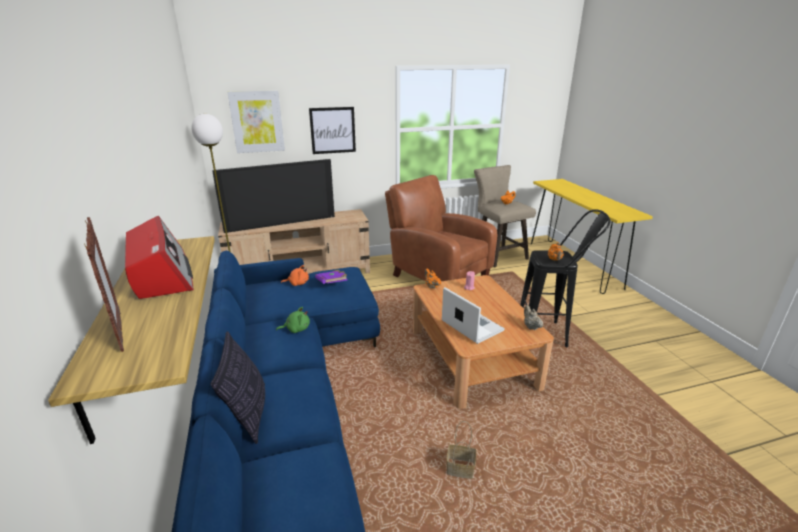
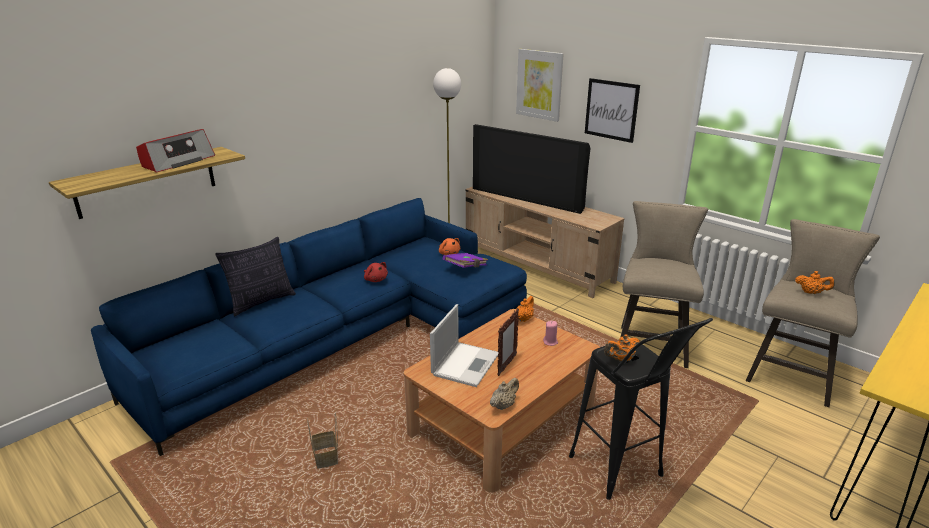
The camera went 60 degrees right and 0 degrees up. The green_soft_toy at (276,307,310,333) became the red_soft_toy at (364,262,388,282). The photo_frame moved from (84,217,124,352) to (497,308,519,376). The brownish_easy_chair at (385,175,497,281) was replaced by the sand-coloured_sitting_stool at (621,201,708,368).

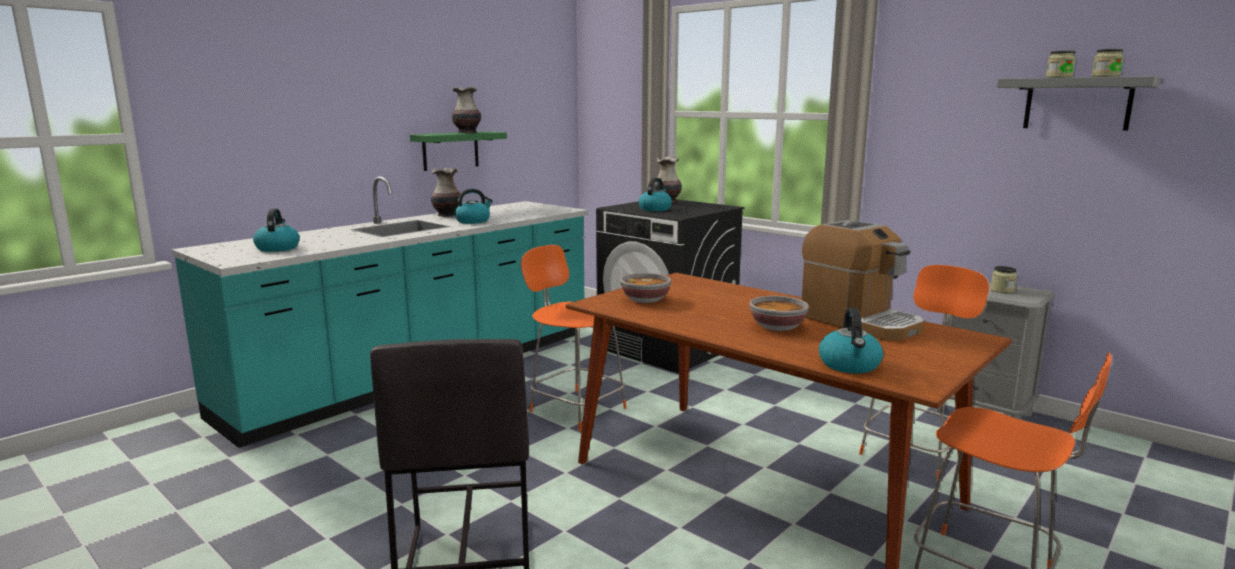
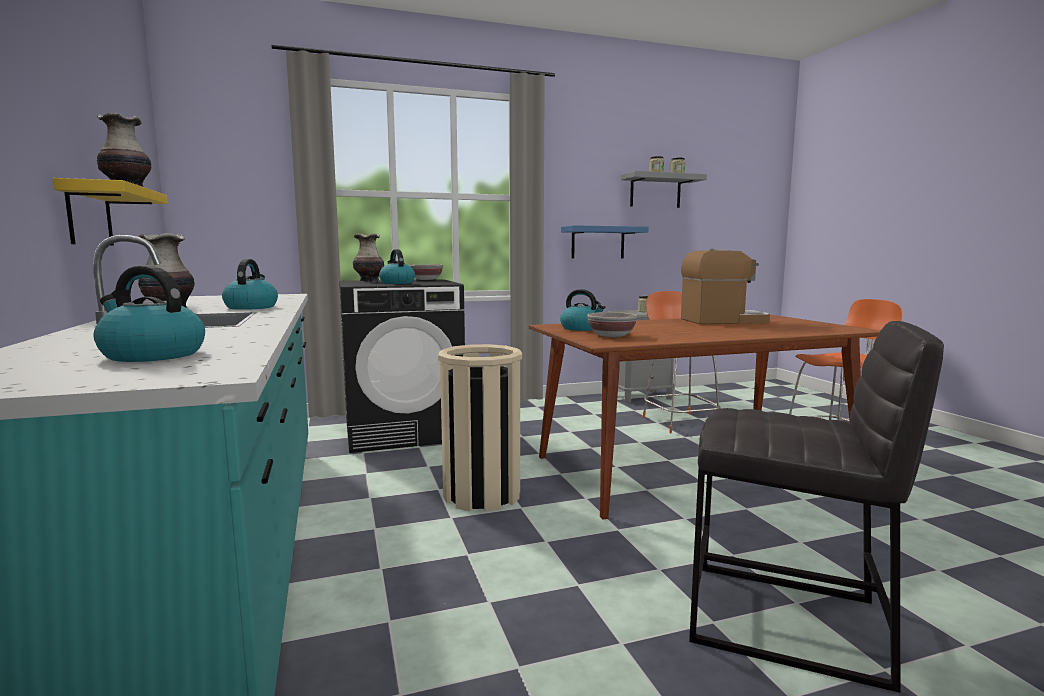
The camera went 60 degrees left and 5 degrees down. The green_shelf at (410,131,507,171) became the yellowish_shelf at (53,178,168,245). The bowl moved from (750,296,809,331) to (409,264,443,280). The orange_plain_chair at (521,245,626,431) was replaced by the sand-coloured_trash_can at (438,344,522,512). The water_kettle moved from (819,308,883,374) to (560,289,605,331). The blue_shelf at (561,225,649,259) appeared.

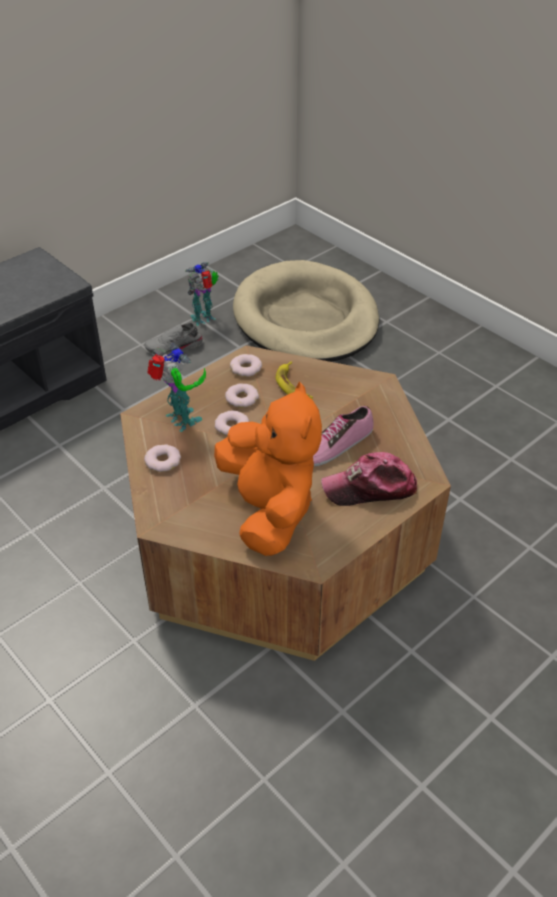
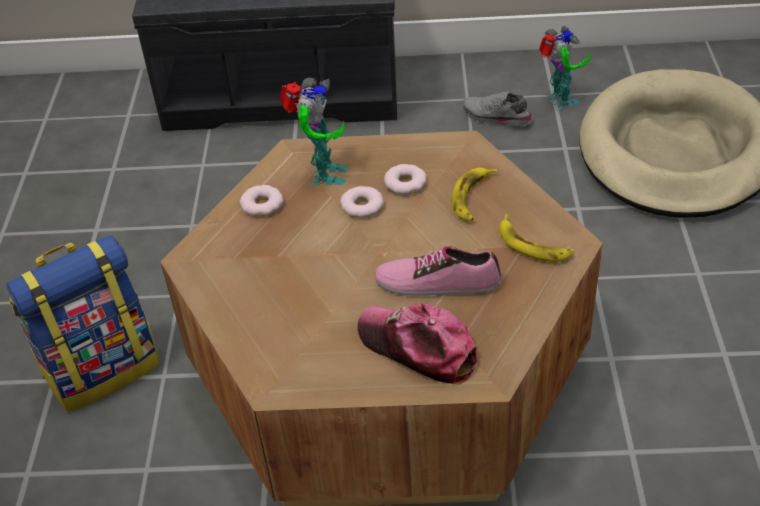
The camera went 45 degrees right and 0 degrees up. The rucksack at (6,235,160,412) appeared. The whole_banana at (499,214,575,262) appeared. The robot_figure at (185,262,219,326) turned 60 degrees clockwise. The orange_soft_toy at (214,382,322,556) disappeared. The doughnut at (230,354,262,377) disappeared.

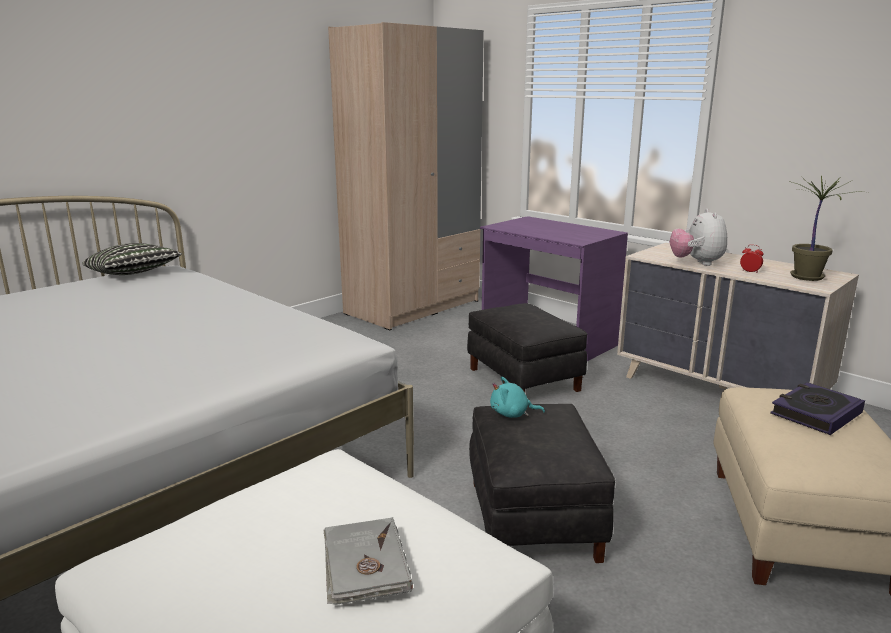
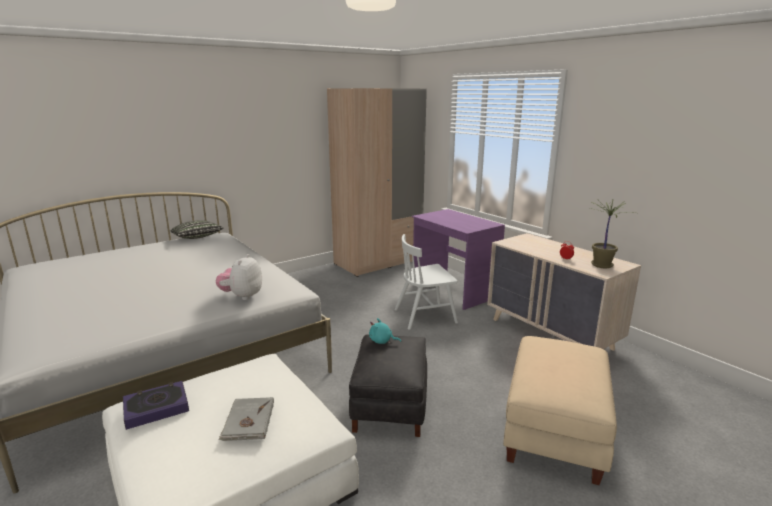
The camera went 10 degrees right and 0 degrees up. The book moved from (770,382,865,435) to (123,381,189,430). The soft_toy moved from (669,209,727,266) to (216,254,262,300). The black_ottoman at (467,303,587,392) was replaced by the white-coloured_plain_chair at (394,234,458,330).

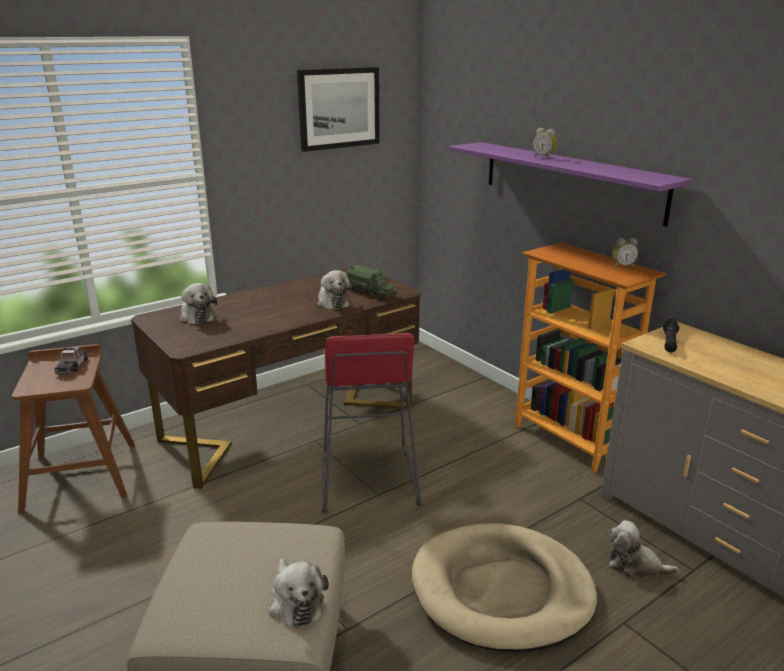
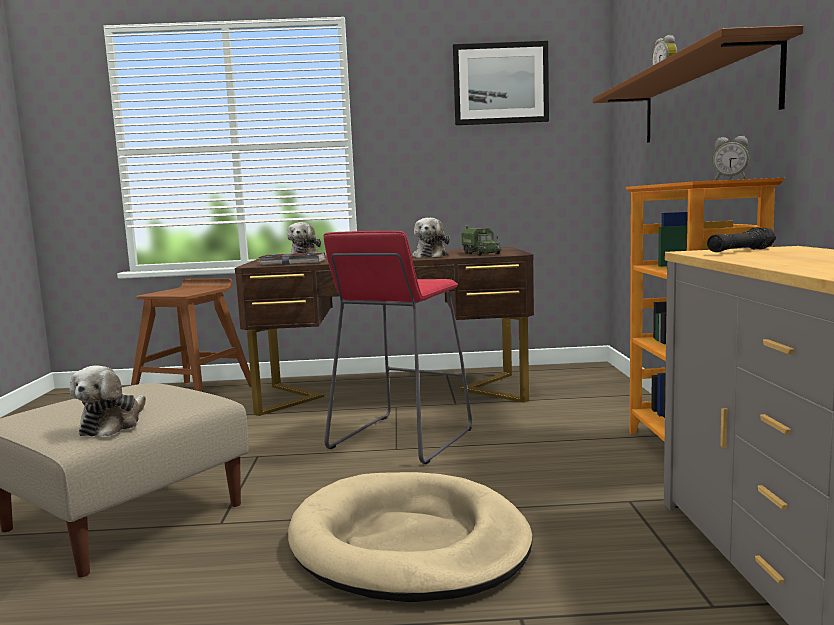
The camera went 35 degrees right and 15 degrees down. The book at (259,252,325,265) appeared. The purple-coloured_shelf at (449,142,693,227) became the brownish_shelf at (593,25,803,143). The toy_car at (55,347,88,374) disappeared. The soft_toy at (609,520,679,578) disappeared.

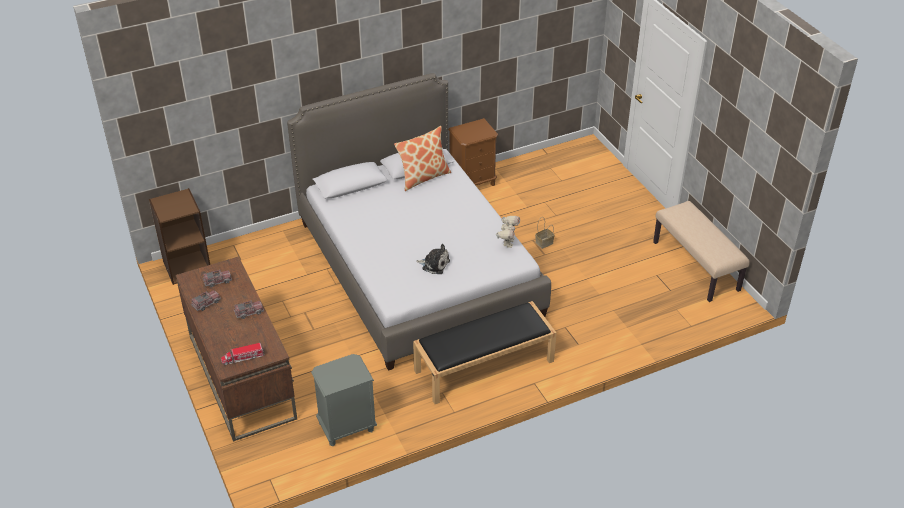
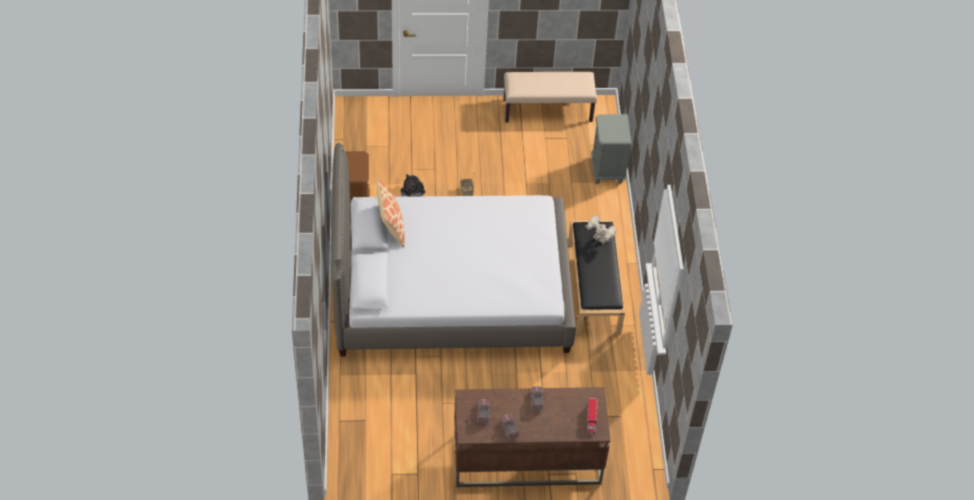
The camera went 70 degrees left and 10 degrees up. The soft_toy moved from (417,244,450,274) to (400,174,426,197). The robot_figure moved from (496,216,520,248) to (585,215,617,244). The greyish_bedside_table moved from (311,354,377,446) to (591,114,631,185). The brownish_bookcase at (149,188,210,285) disappeared.

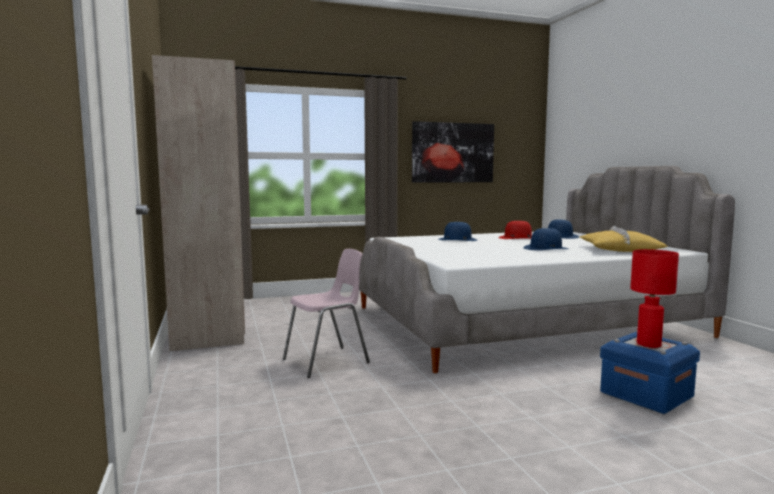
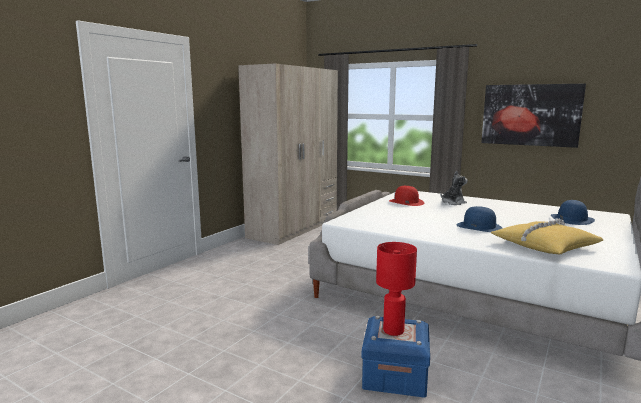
The camera went 50 degrees right and 5 degrees up. The red_wearable_hat moved from (499,221,532,239) to (389,186,424,206). The blue_wearable_hat at (438,222,477,241) was replaced by the soft_toy at (440,170,468,205). The pink_plain_chair at (283,249,370,378) disappeared.

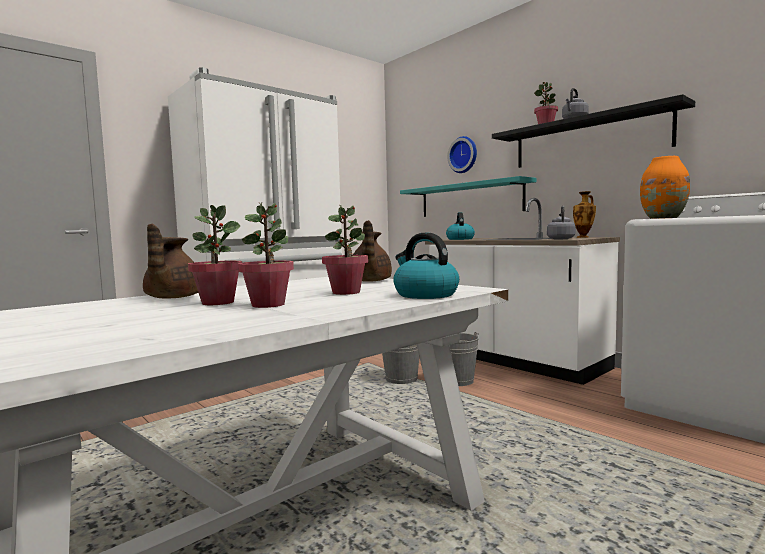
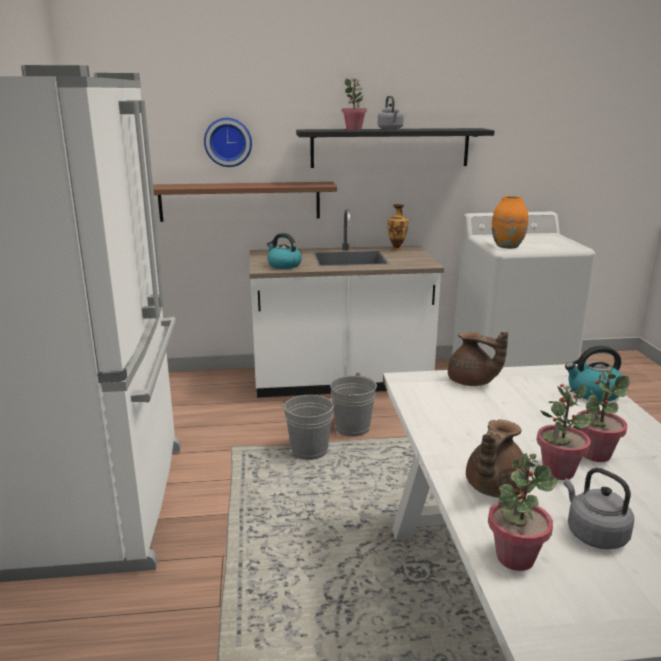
The camera went 55 degrees left and 15 degrees up. The turquoise-coloured_shelf at (400,176,536,217) became the brownish_shelf at (153,182,337,222). The brownish_tea_pot at (143,224,198,298) turned 90 degrees clockwise. The potted_plant moved from (322,205,368,295) to (488,453,558,571). The greyish_water_kettle moved from (547,206,576,239) to (564,468,634,549).

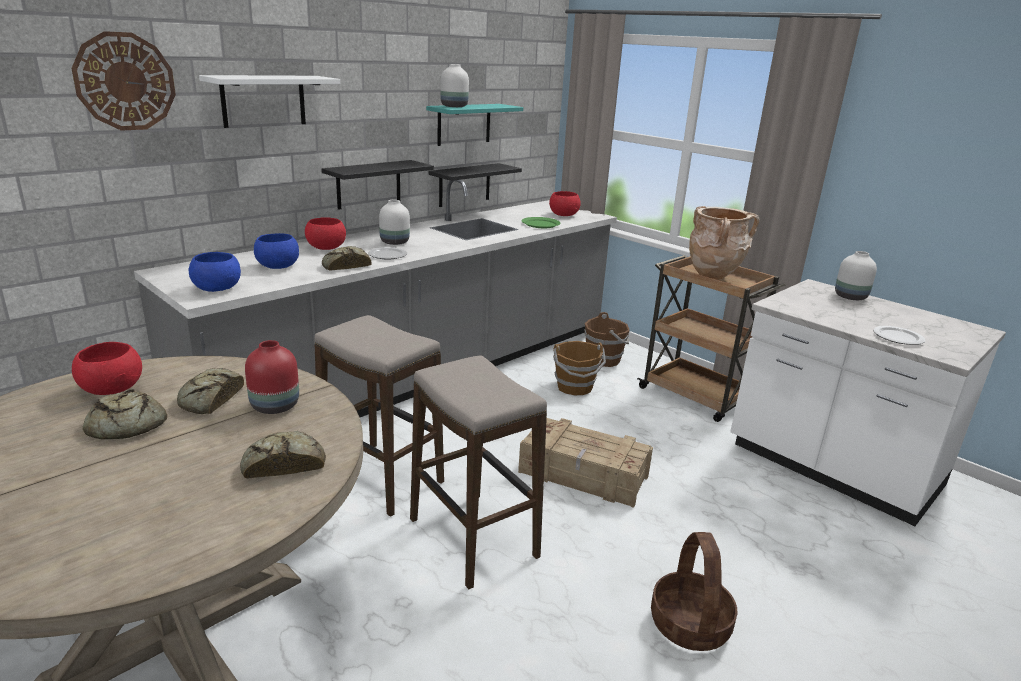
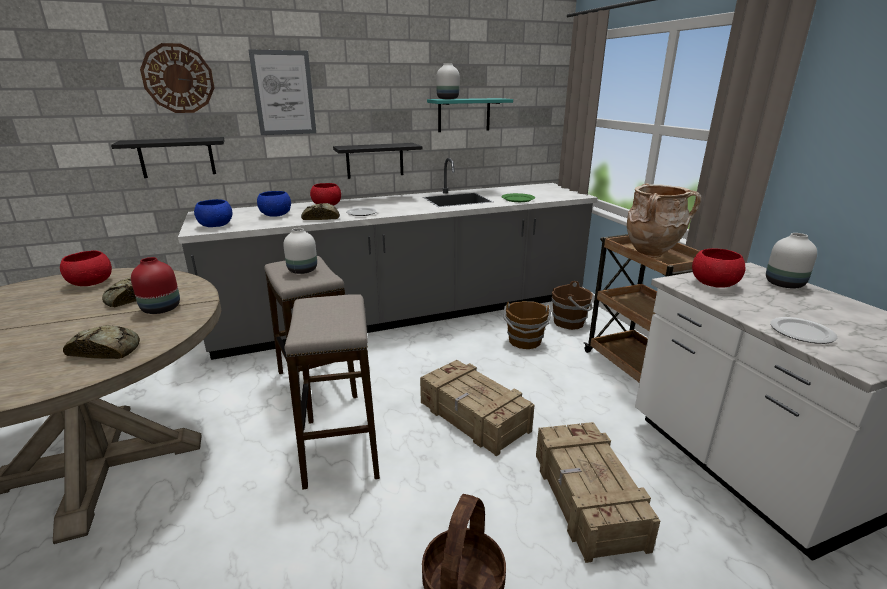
The camera went 25 degrees right and 0 degrees up. The black_shelf moved from (428,163,522,207) to (111,137,225,178). The white-coloured_shelf at (199,75,340,128) was replaced by the wall_picture at (248,49,316,135). The white-coloured_vase moved from (379,200,410,245) to (283,228,317,274). The shipping_crate at (536,422,660,563) appeared. The red_bowl moved from (549,191,581,216) to (692,248,746,288). The bakery_bread at (83,389,167,439) disappeared.

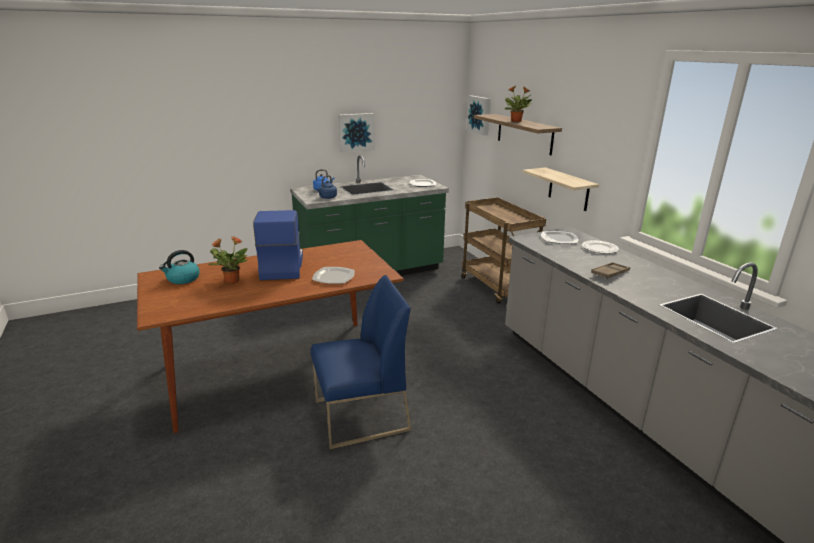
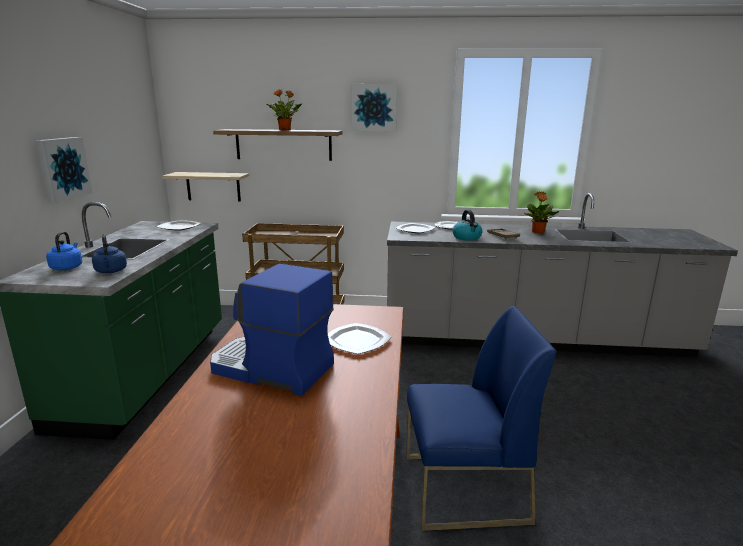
The camera went 60 degrees left and 5 degrees down. The shelf moved from (522,167,599,211) to (162,172,249,202). The wall_picture moved from (466,95,490,135) to (352,84,397,132). The blue_plain_chair at (311,275,411,449) turned 75 degrees clockwise. The water_kettle moved from (159,250,200,284) to (453,210,482,241). The potted_plant moved from (209,236,248,284) to (524,191,559,234).

